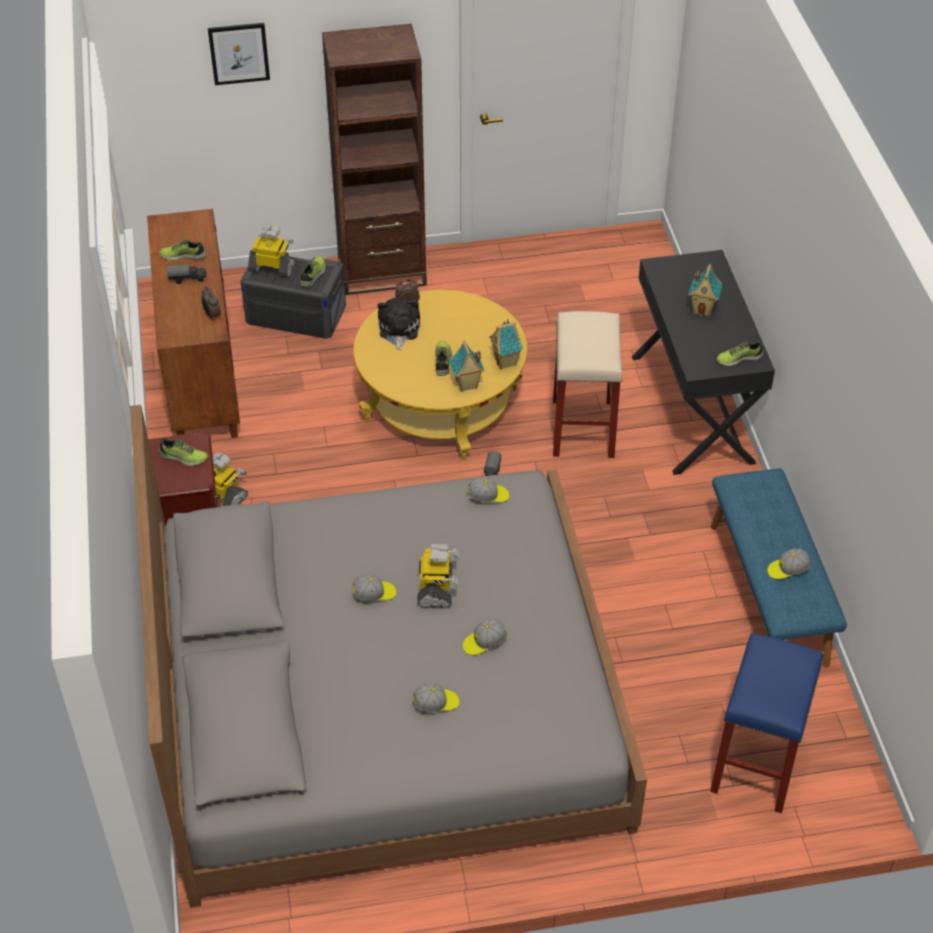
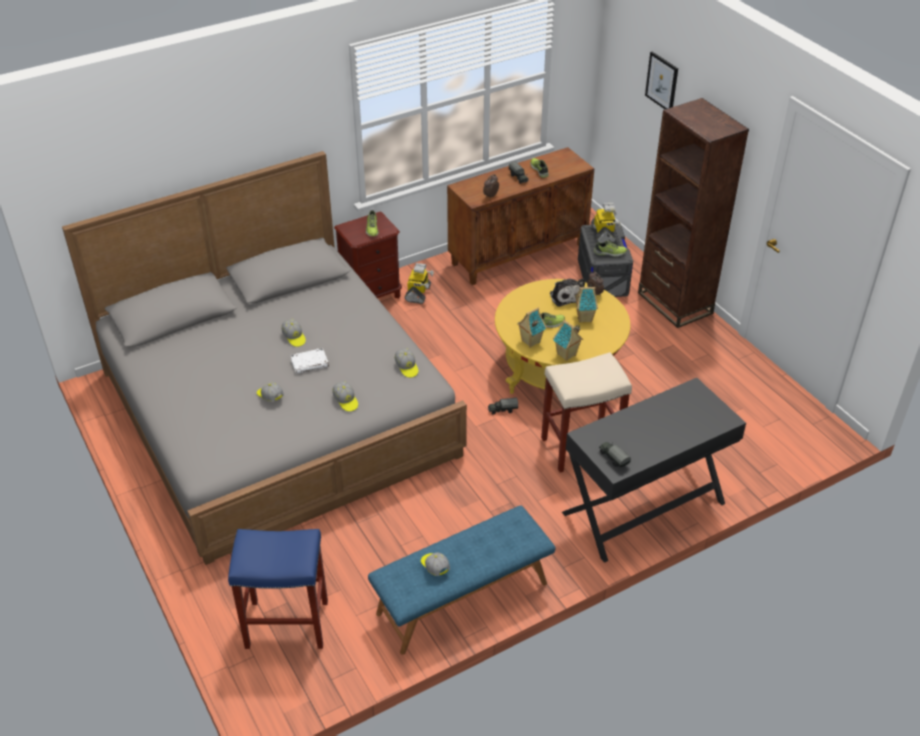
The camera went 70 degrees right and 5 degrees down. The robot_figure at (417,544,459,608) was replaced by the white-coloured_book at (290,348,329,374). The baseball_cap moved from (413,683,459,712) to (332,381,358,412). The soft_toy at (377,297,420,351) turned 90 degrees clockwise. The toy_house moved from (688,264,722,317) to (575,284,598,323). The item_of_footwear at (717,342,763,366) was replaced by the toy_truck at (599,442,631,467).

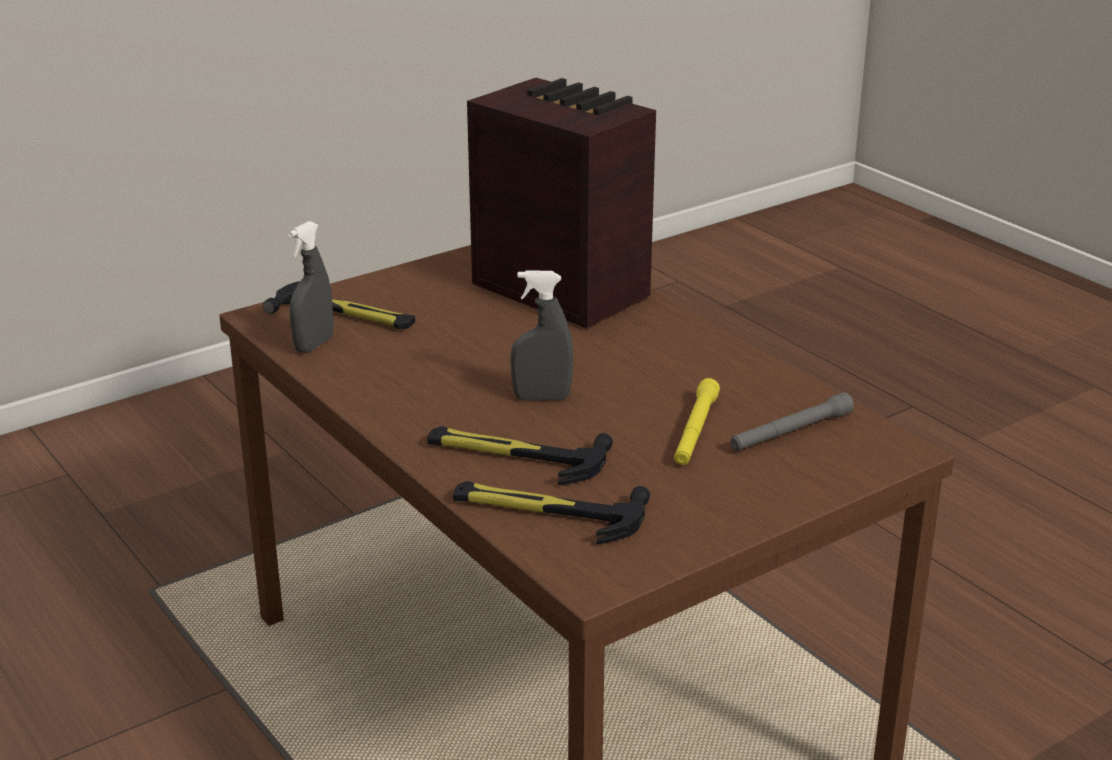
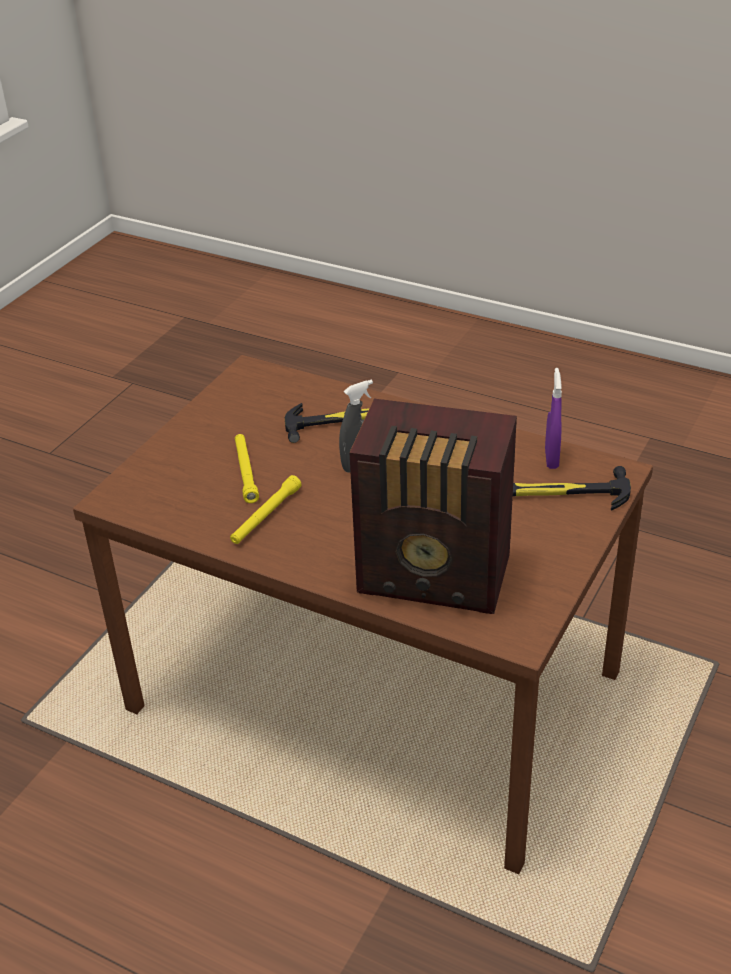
The camera went 155 degrees right and 10 degrees up. The yellowish_hand_torch at (230,475,301,544) appeared. The greyish_sprayer at (288,221,334,353) became the purple-coloured_sprayer at (545,368,562,469). The hand_hammer at (453,481,650,544) disappeared. The greyish_hand_torch at (730,393,854,451) disappeared.

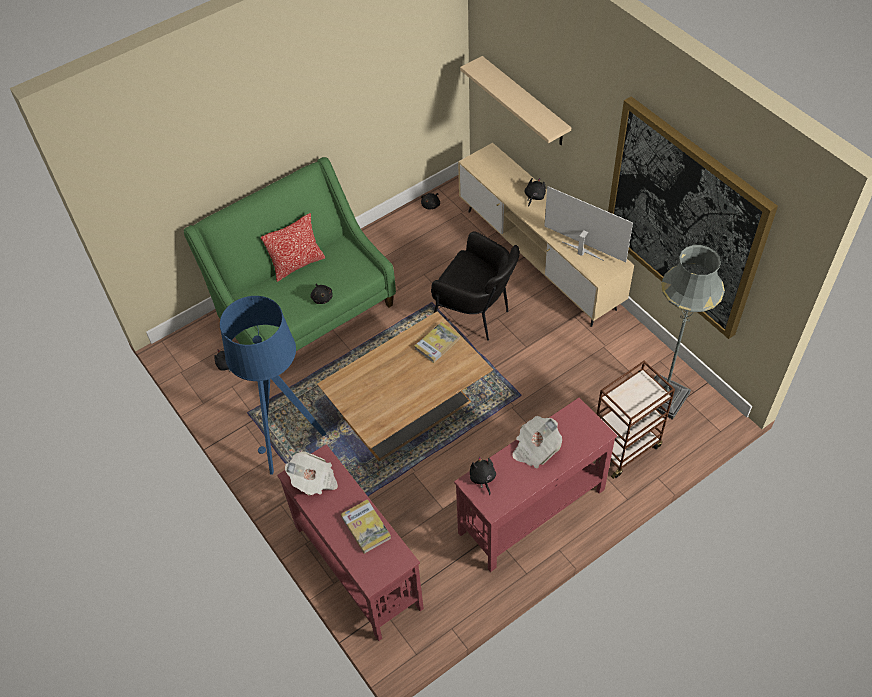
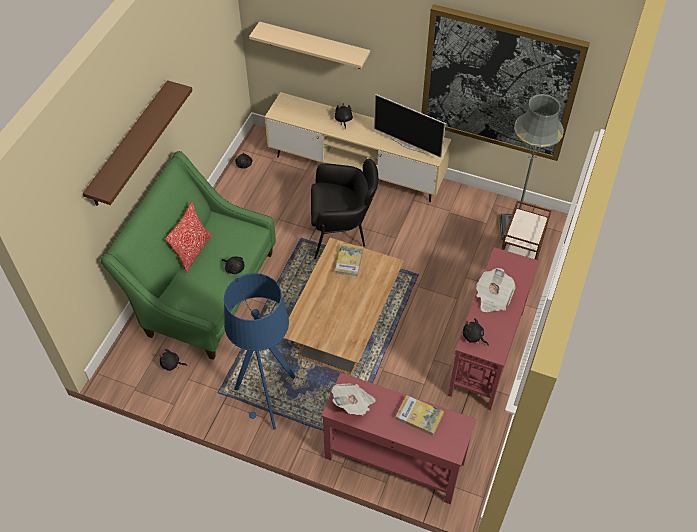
The camera went 35 degrees left and 0 degrees up. The brownish_shelf at (83,80,193,206) appeared. The TV_set at (544,186,633,262) turned 150 degrees counterclockwise.

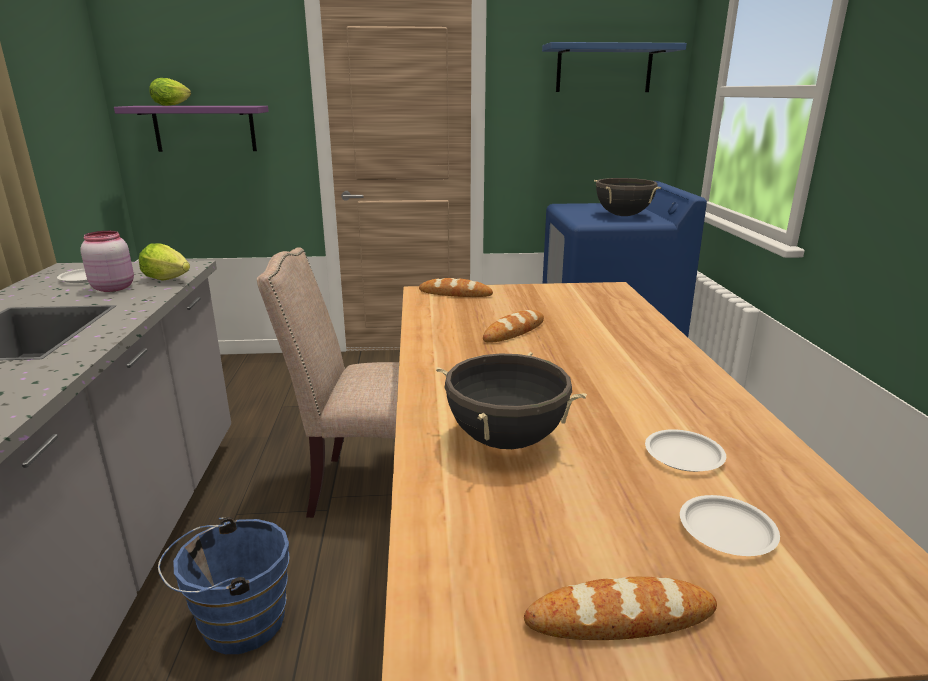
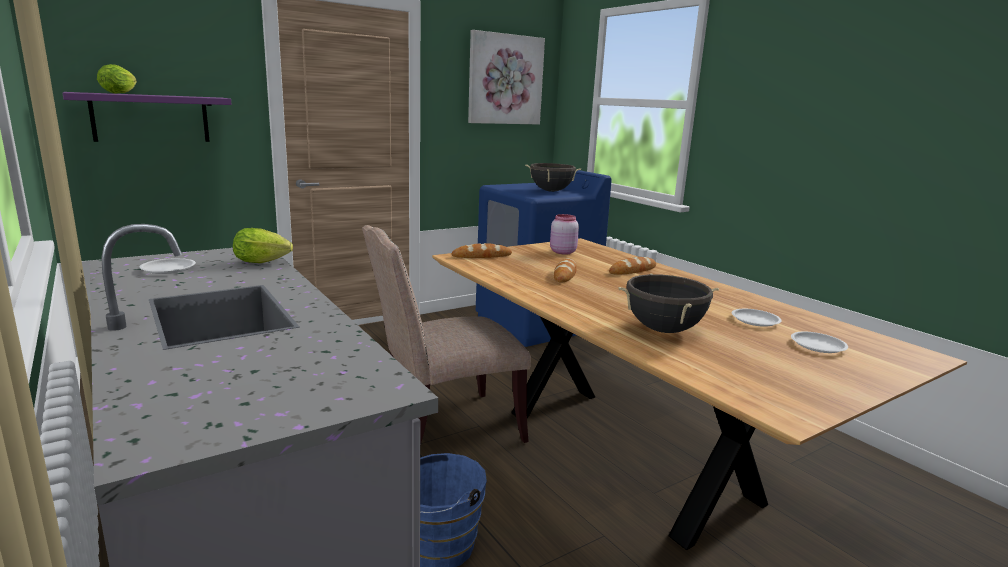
The camera went 30 degrees left and 5 degrees down. The blue_shelf at (542,42,687,92) was replaced by the wall_picture at (468,30,545,125). The pink_jar moved from (80,231,134,292) to (550,214,579,254). The bakery_bread moved from (524,577,717,640) to (609,257,656,275).

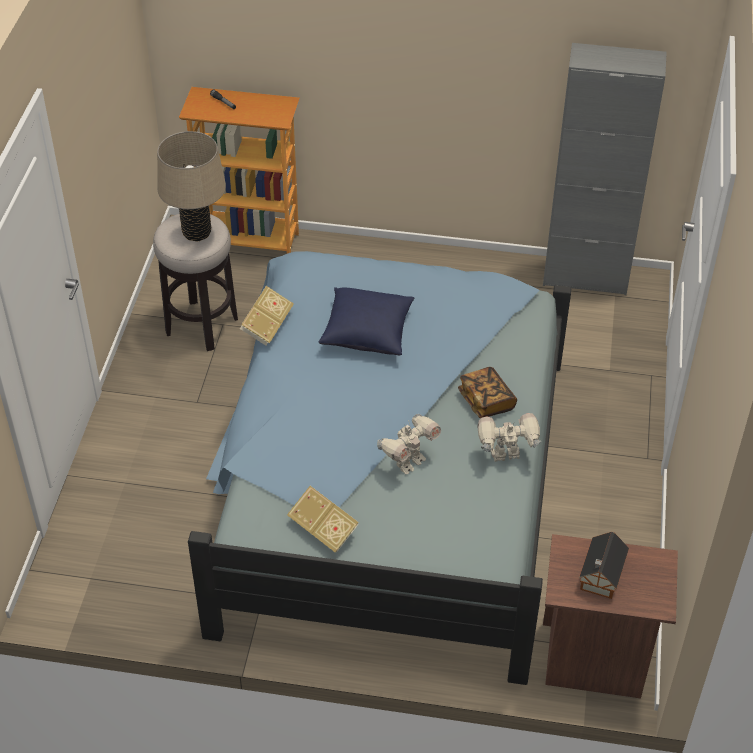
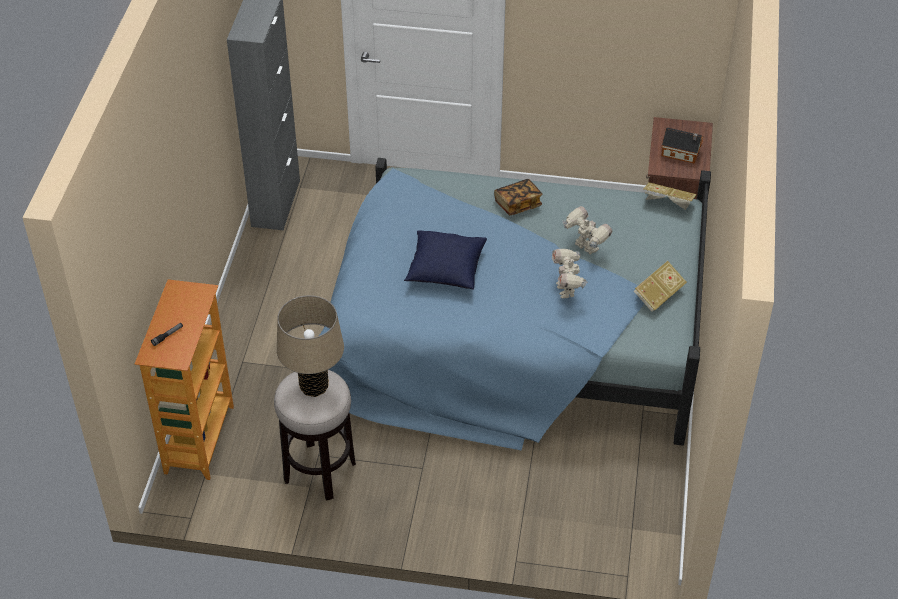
The camera went 90 degrees left and 0 degrees up. The robot_figure moved from (477,413,542,462) to (552,249,587,299). The book moved from (240,286,294,345) to (643,182,697,210).

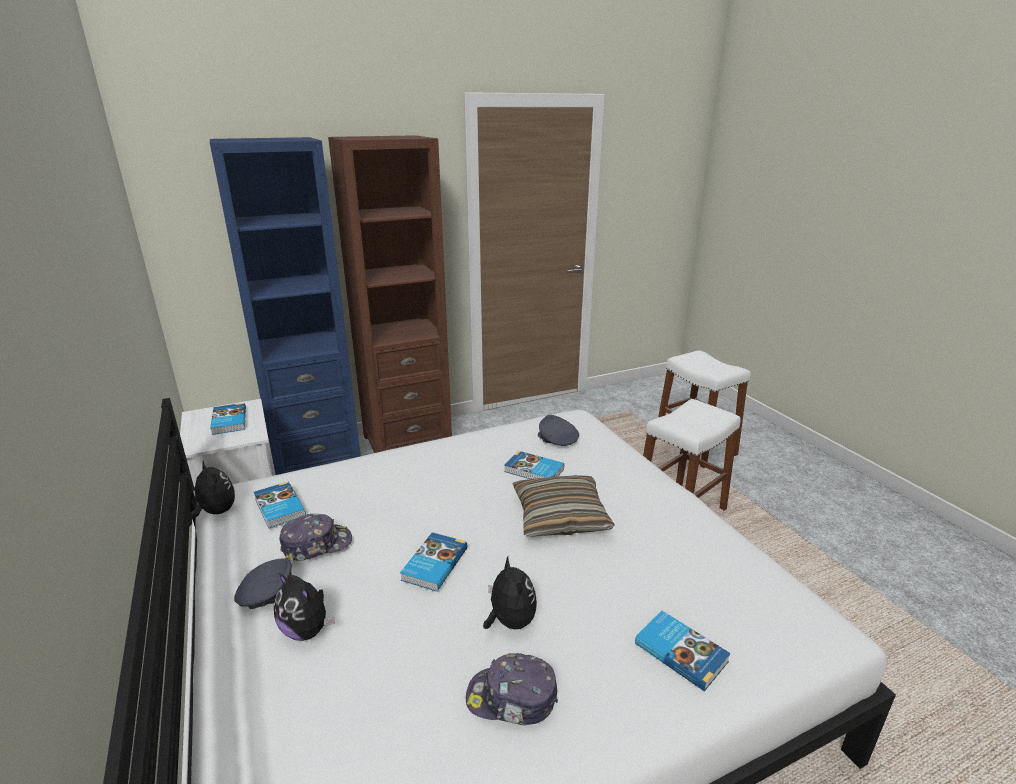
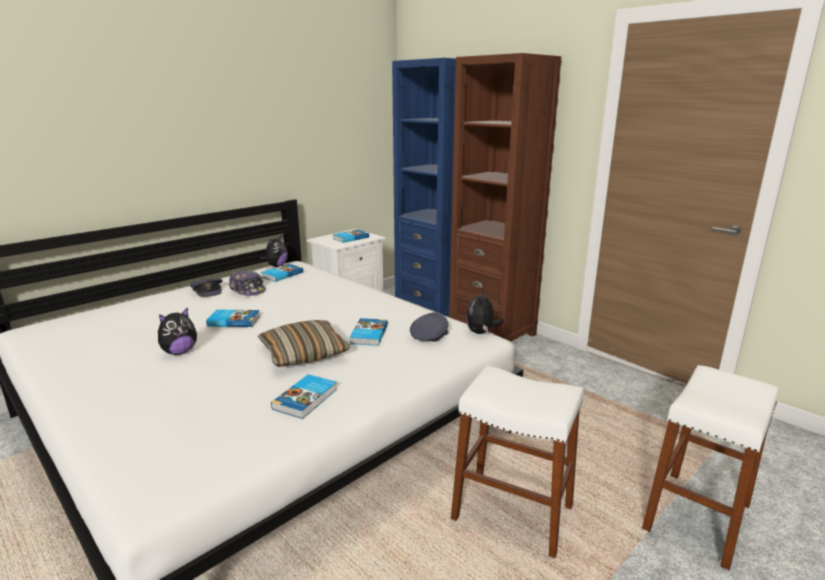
The camera went 70 degrees right and 5 degrees down. The book moved from (635,611,731,691) to (271,374,337,419). The soft_toy moved from (274,573,335,641) to (466,289,504,334). The baseball_cap at (466,653,558,725) disappeared.

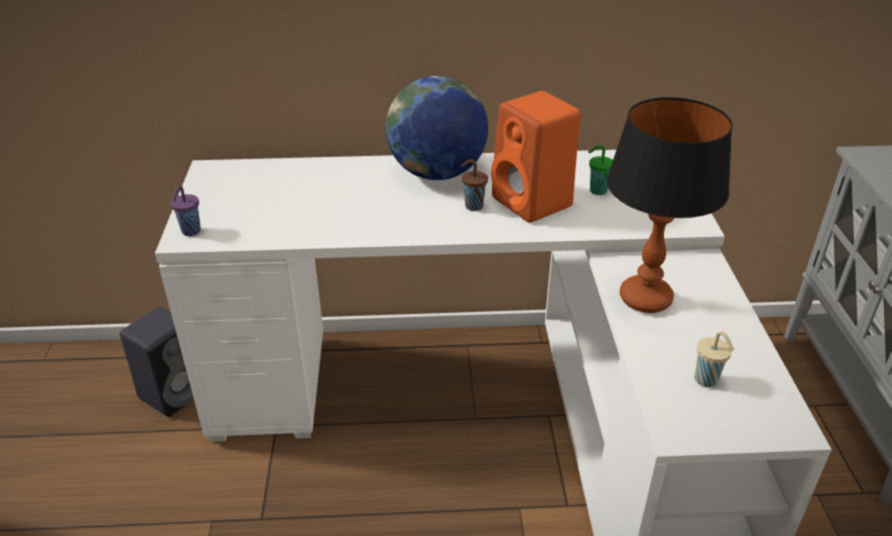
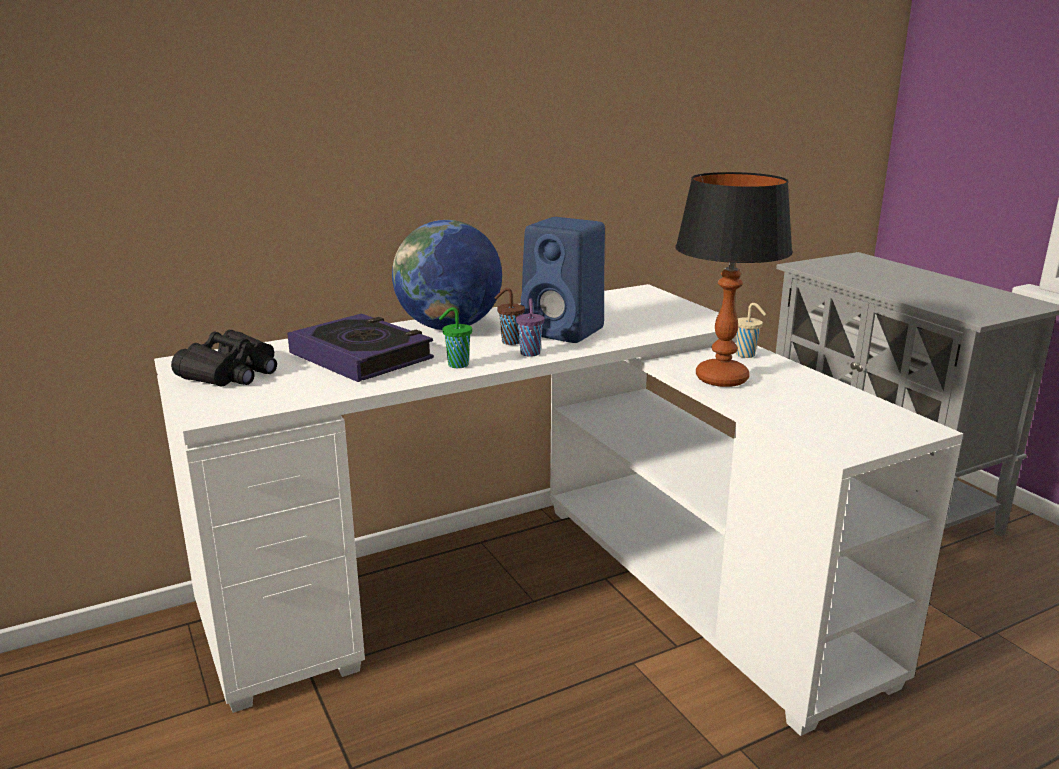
The camera went 25 degrees left and 15 degrees down. The black_pair_of_binoculars at (171,330,277,387) appeared. The book at (287,313,434,382) appeared. The green_cup moved from (588,145,613,195) to (439,307,472,368). The purple-coloured_cup moved from (170,185,201,236) to (516,298,545,357). The orange_audio_speaker at (491,91,581,223) became the blue_audio_speaker at (521,217,605,343). The sand-coloured_cup moved from (695,331,734,388) to (736,303,766,358). The black_audio_speaker at (120,307,194,417) disappeared.

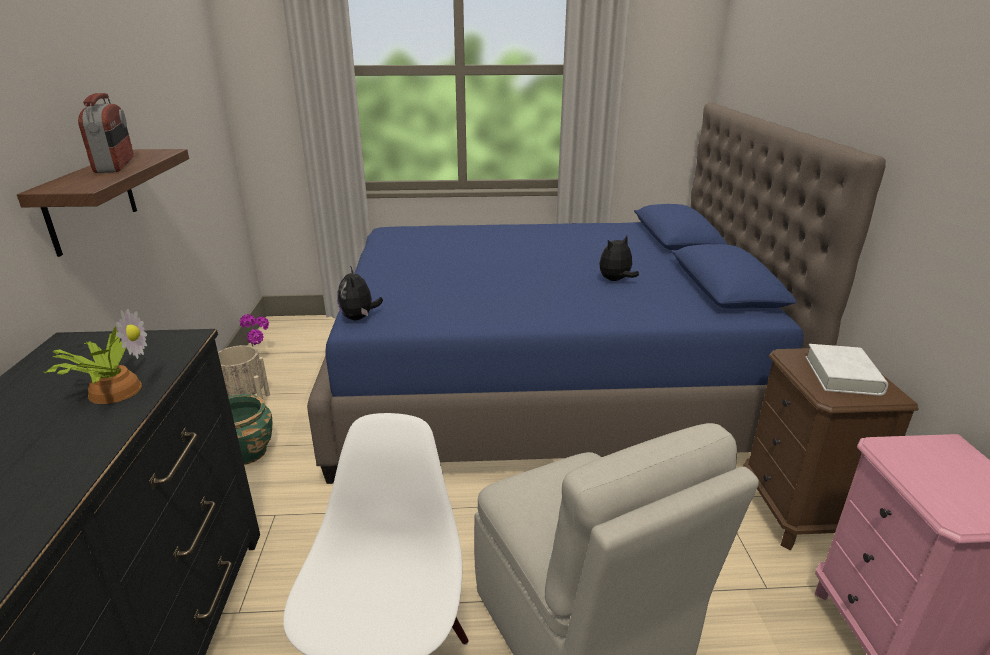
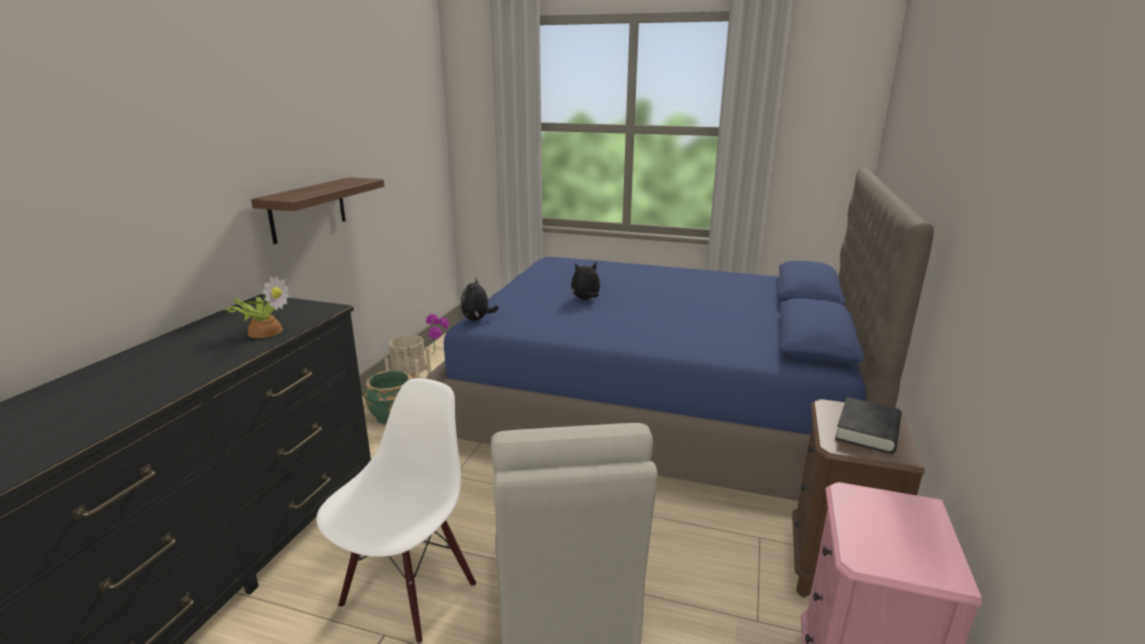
The camera went 20 degrees right and 5 degrees down. The soft_toy moved from (599,235,639,281) to (571,263,600,299). The white-coloured_book at (806,344,888,396) became the black_book at (835,397,902,454). The radio at (78,93,134,173) disappeared.

